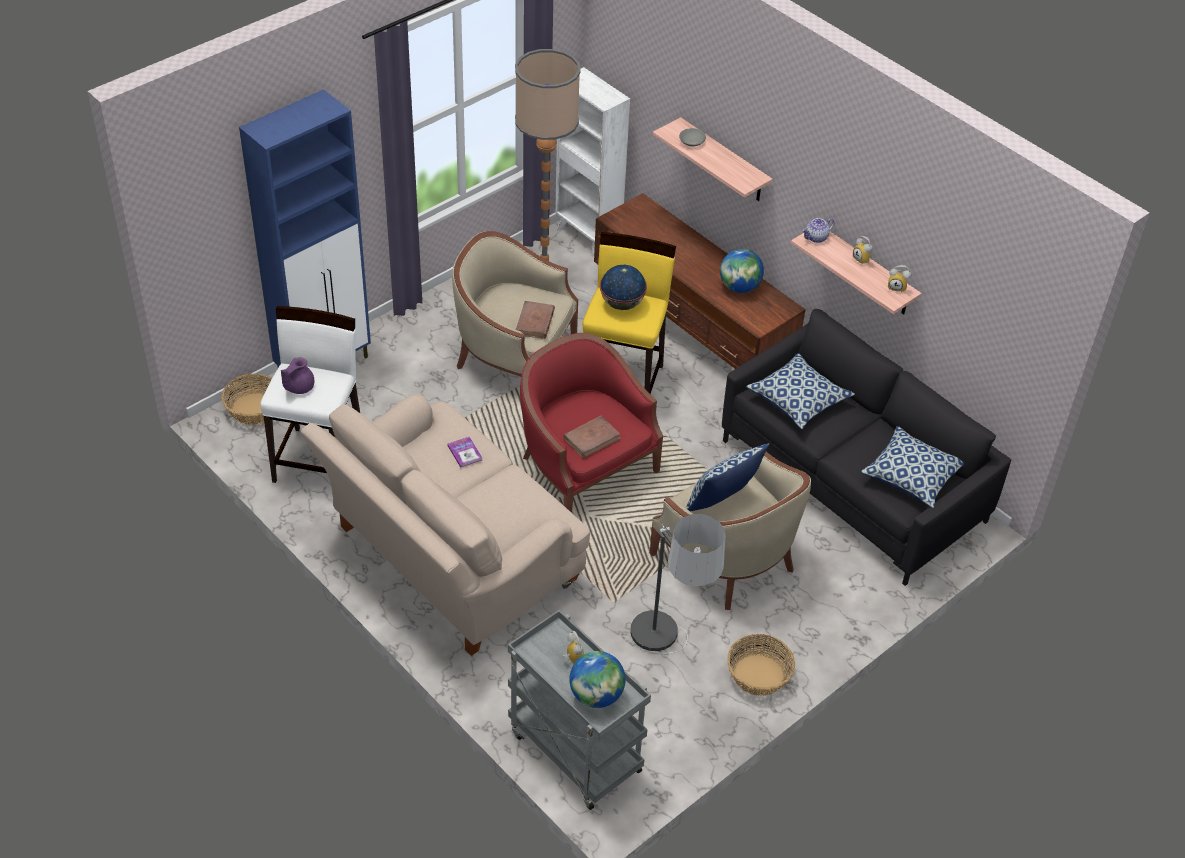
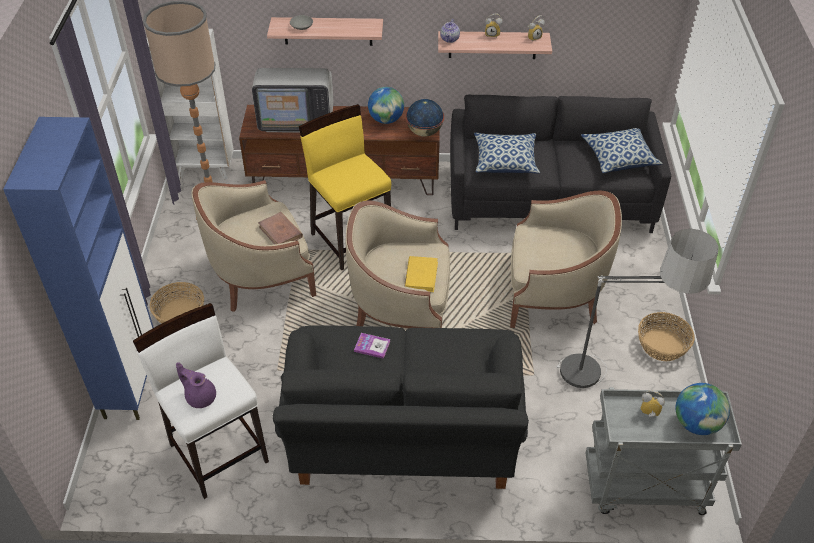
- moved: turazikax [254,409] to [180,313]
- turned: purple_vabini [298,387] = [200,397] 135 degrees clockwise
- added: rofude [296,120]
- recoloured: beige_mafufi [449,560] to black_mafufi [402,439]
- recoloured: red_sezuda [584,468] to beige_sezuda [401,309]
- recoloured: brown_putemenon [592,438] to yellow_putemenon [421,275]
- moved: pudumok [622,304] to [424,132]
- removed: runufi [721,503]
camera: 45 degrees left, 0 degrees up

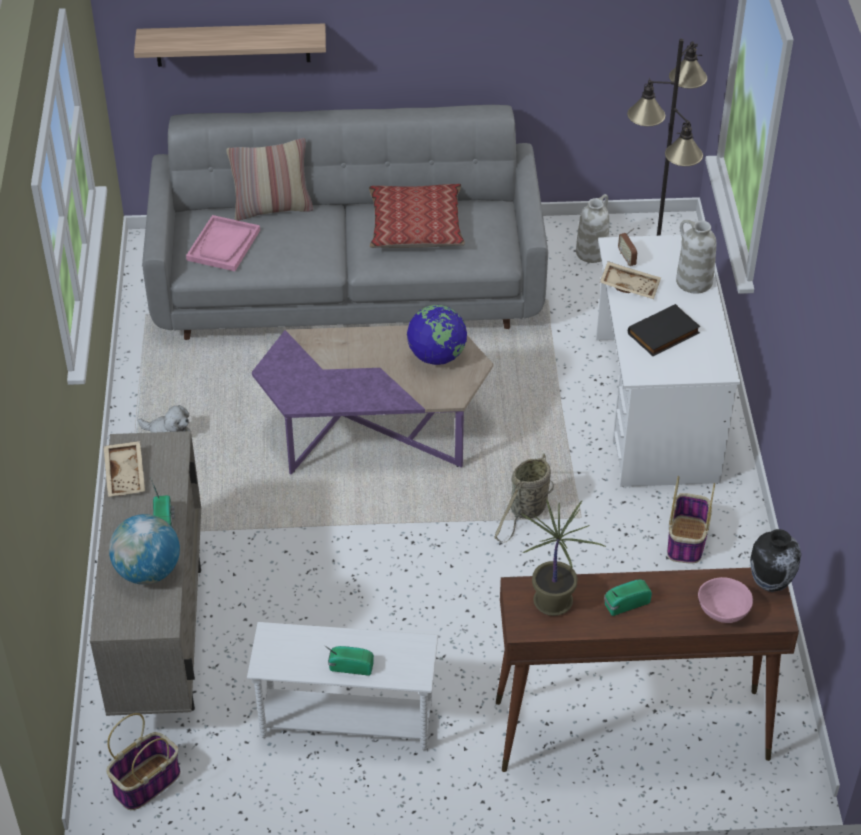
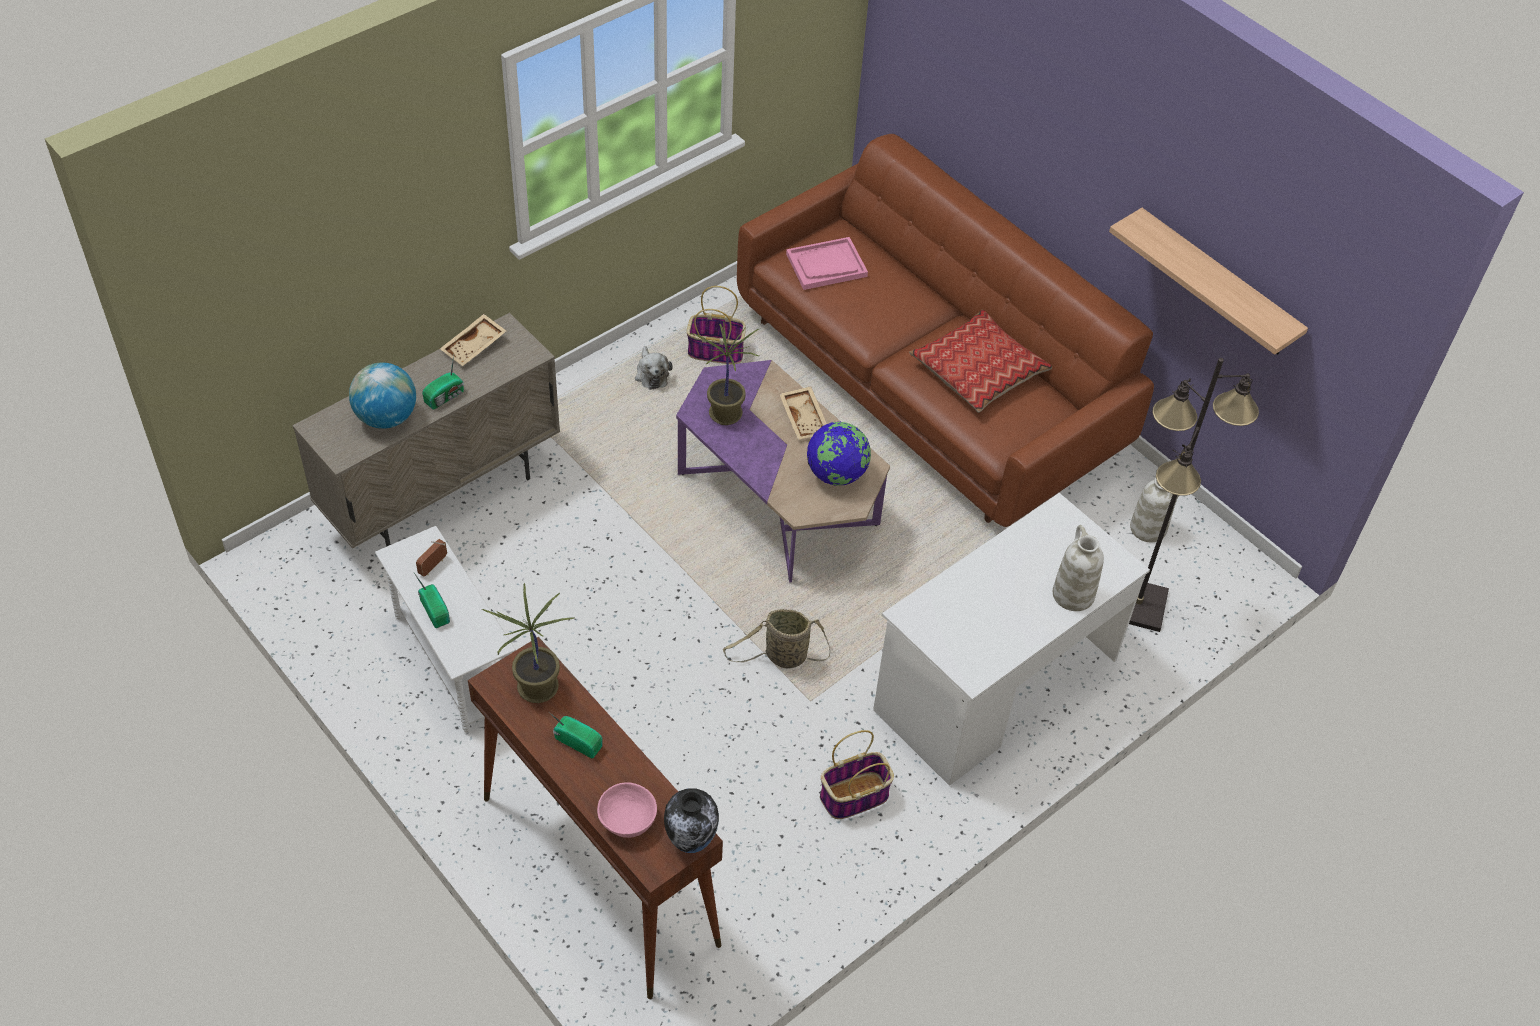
- moved: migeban [627,258] to [433,566]
- moved: turazikax [147,782] to [716,351]
- added: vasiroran [724,413]
- recoloured: grey_mafufi [348,283] to brown_mafufi [929,383]
- moved: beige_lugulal [630,285] to [805,418]
- moved: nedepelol [232,44] to [1216,284]
- removed: runufi [272,208]
- removed: black_putemenon [664,334]
camera: 50 degrees right, 5 degrees up

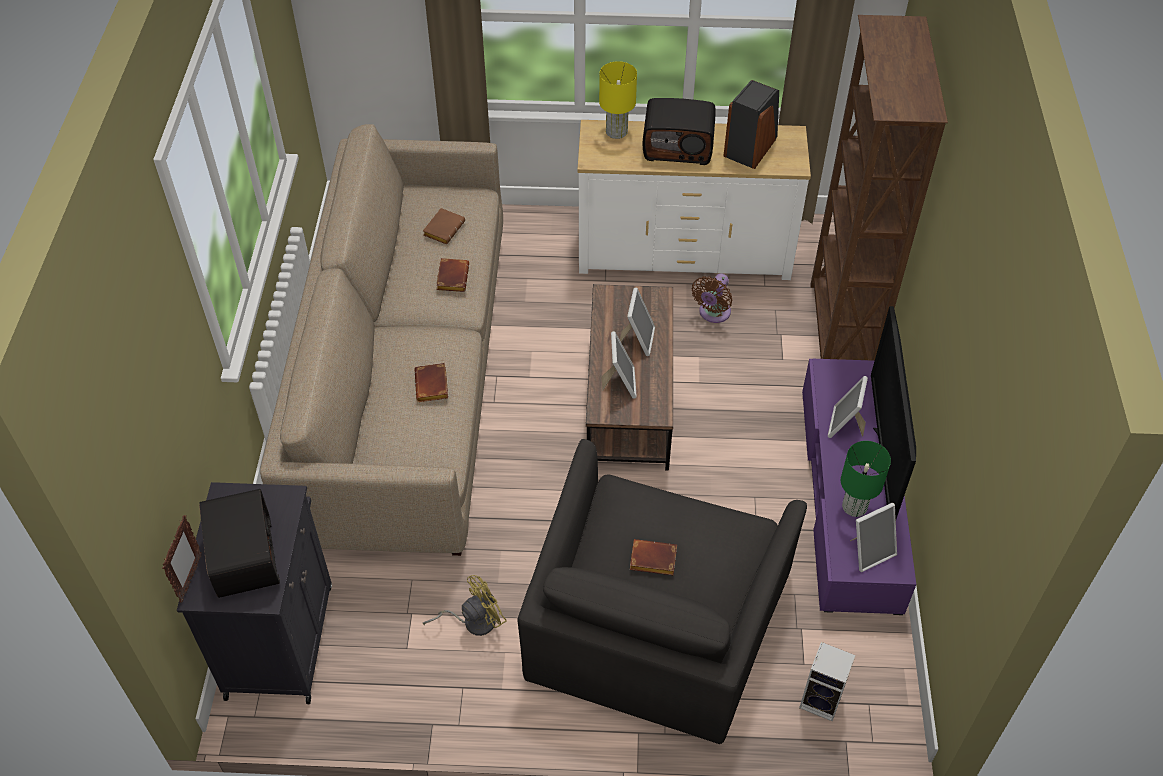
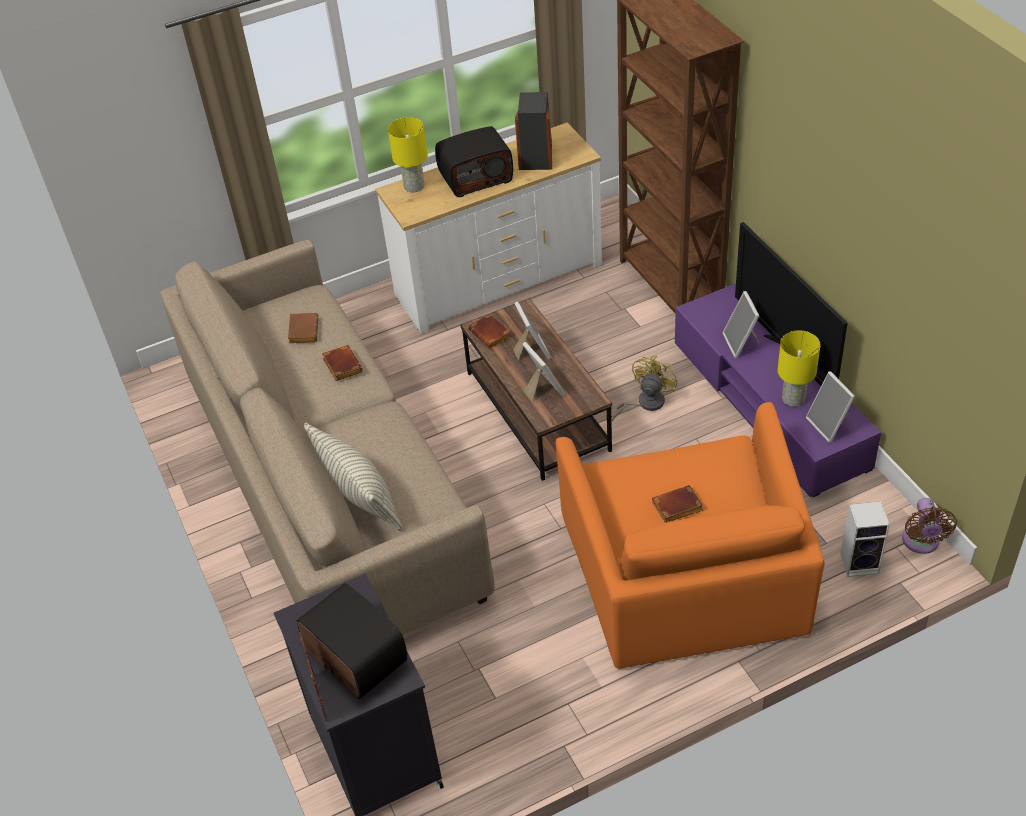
- added: runufi [359,497]
- moved: brown_putemenon [433,386] to [491,334]
- recoloured: black_sezuda [654,619] to orange_sezuda [686,569]
- moved: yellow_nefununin [473,621] to [645,403]
- recoloured: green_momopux [855,506] to yellow_momopux [794,398]
- turned: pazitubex [869,551] = [829,425] 120 degrees clockwise
- moved: brown_nefununin [713,313] to [921,543]
camera: 25 degrees left, 5 degrees down

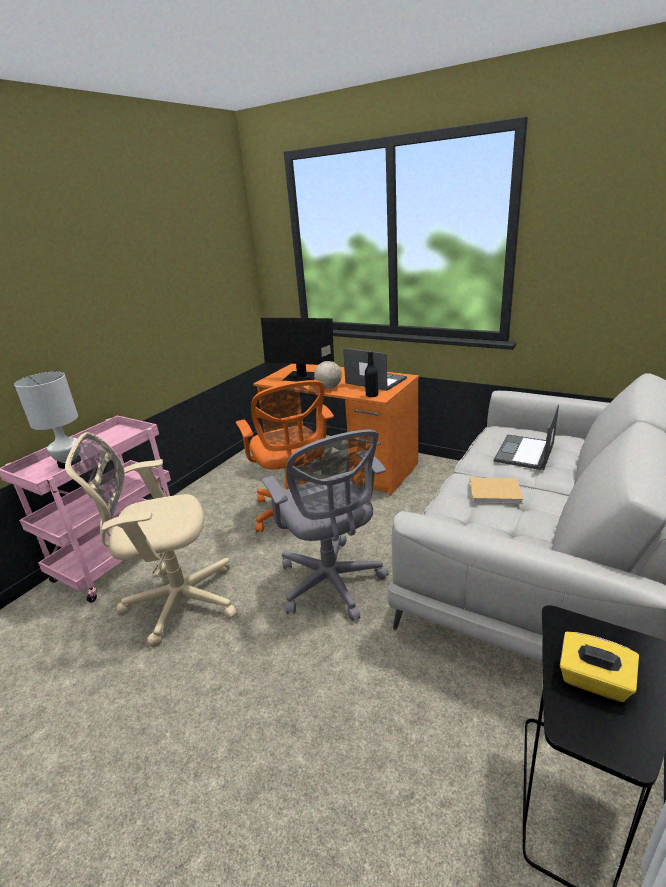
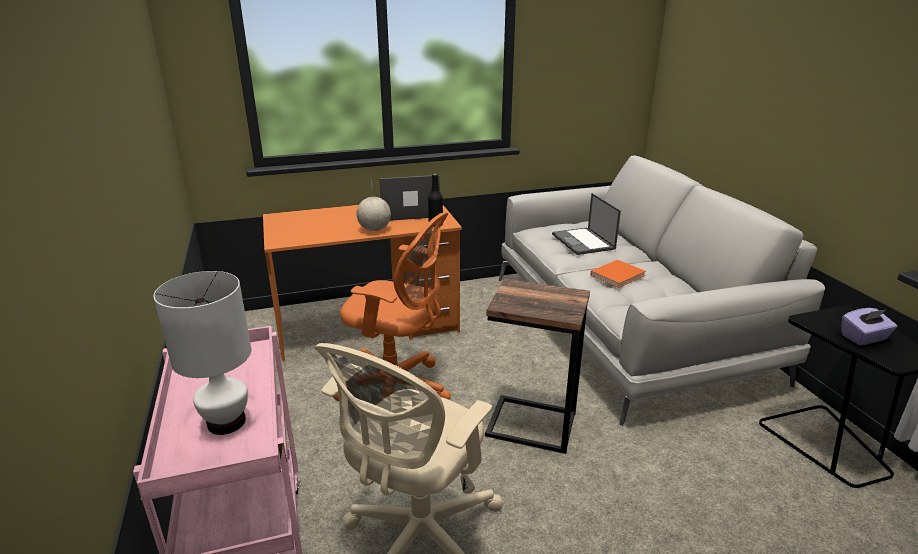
- replaced: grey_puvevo [332,584] to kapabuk [531,425]
- recoloured: beige_putemenon [497,492] to orange_putemenon [618,275]
- recoloured: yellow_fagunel [593,681] to purple_fagunel [864,338]
- removed: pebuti [302,377]
camera: 50 degrees left, 0 degrees up

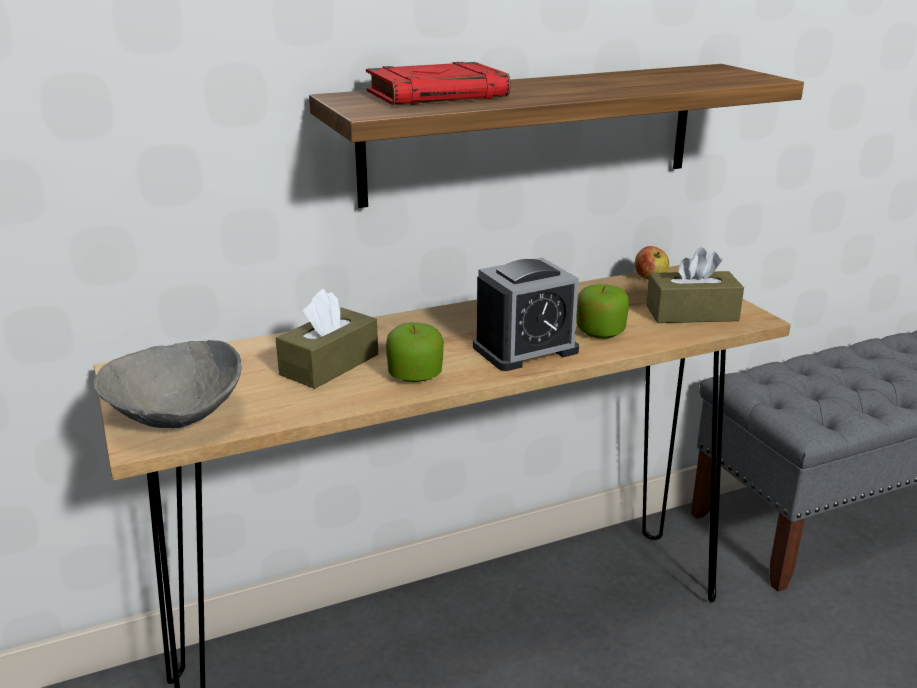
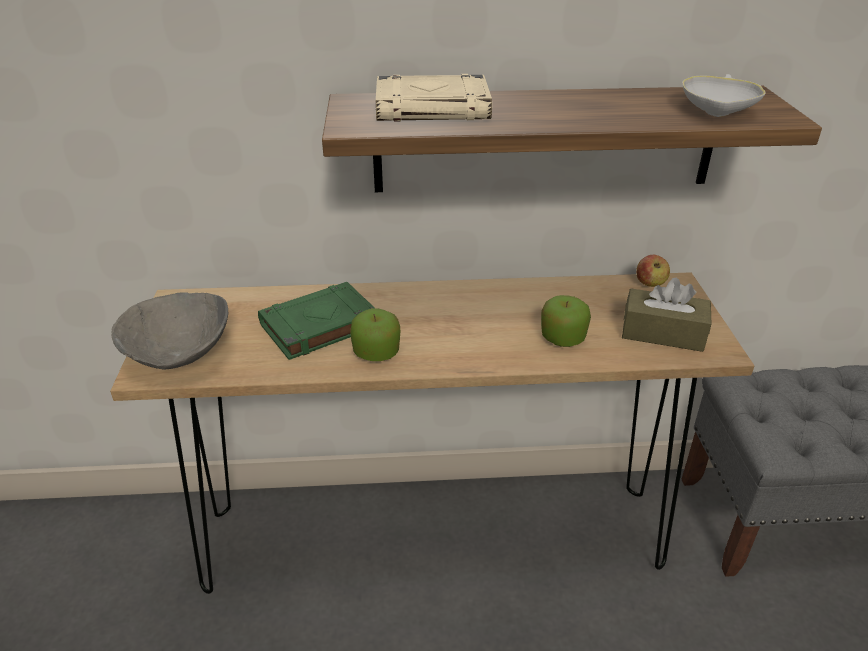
- replaced: brown_fagunel [329,364] to green_putemenon [318,326]
- recoloured: red_putemenon [438,94] to beige_putemenon [433,108]
- added: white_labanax [717,111]
- removed: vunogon [525,349]
camera: 20 degrees right, 10 degrees up

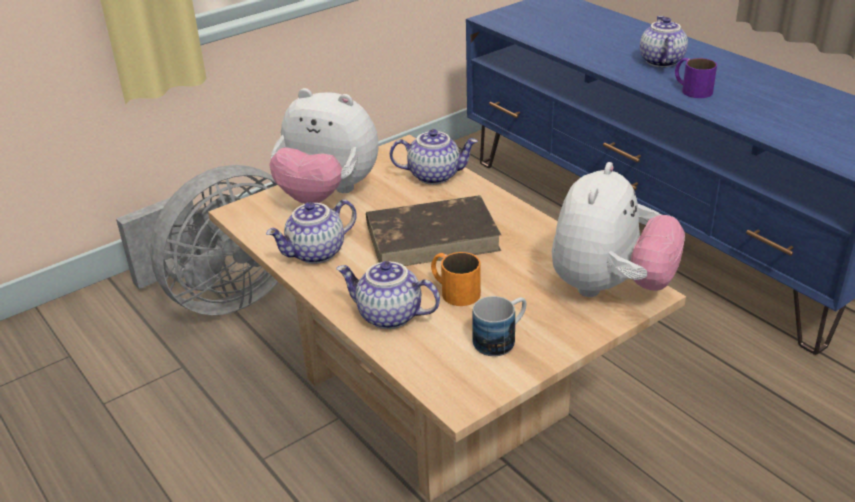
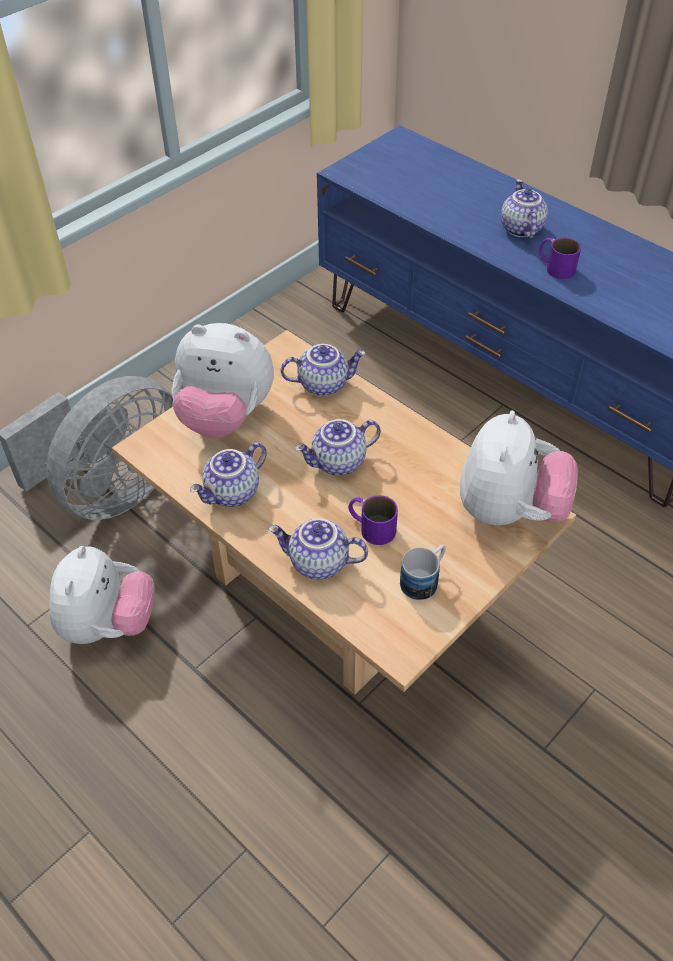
- added: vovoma [108,624]
- replaced: brown_putemenon [433,237] to vabini [338,463]
- recoloured: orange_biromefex [453,290] to purple_biromefex [370,526]
camera: 10 degrees left, 15 degrees up

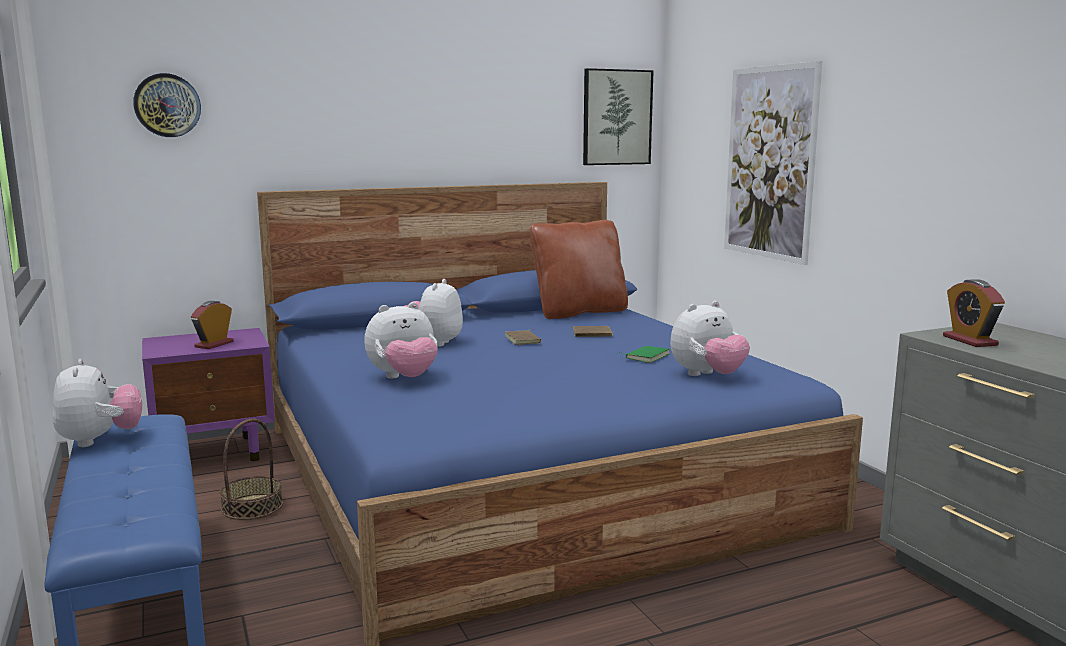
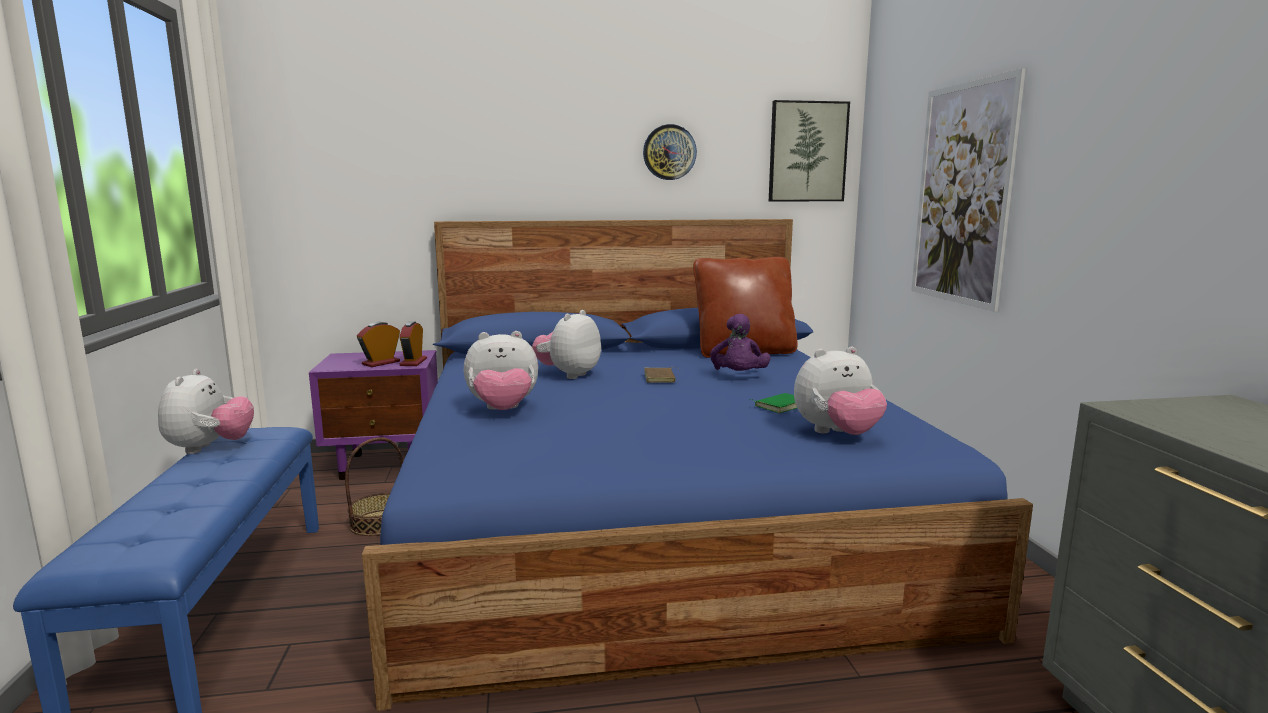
- moved: vunogon [969,340] to [413,362]
- moved: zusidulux [167,105] to [669,152]
- replaced: brown_putemenon [592,334] to purple_vovoma [738,376]
camera: 15 degrees right, 0 degrees up

